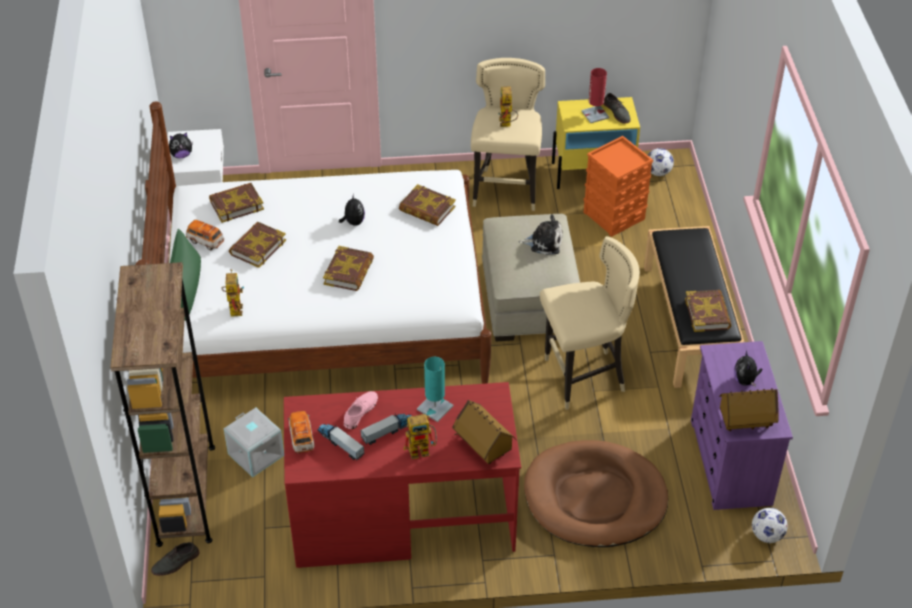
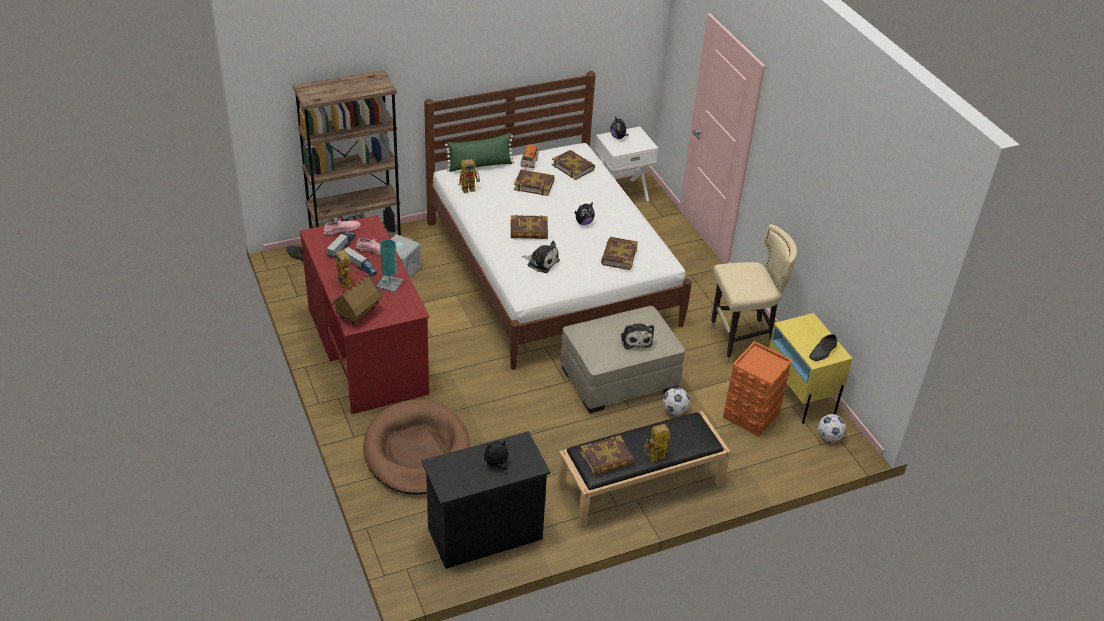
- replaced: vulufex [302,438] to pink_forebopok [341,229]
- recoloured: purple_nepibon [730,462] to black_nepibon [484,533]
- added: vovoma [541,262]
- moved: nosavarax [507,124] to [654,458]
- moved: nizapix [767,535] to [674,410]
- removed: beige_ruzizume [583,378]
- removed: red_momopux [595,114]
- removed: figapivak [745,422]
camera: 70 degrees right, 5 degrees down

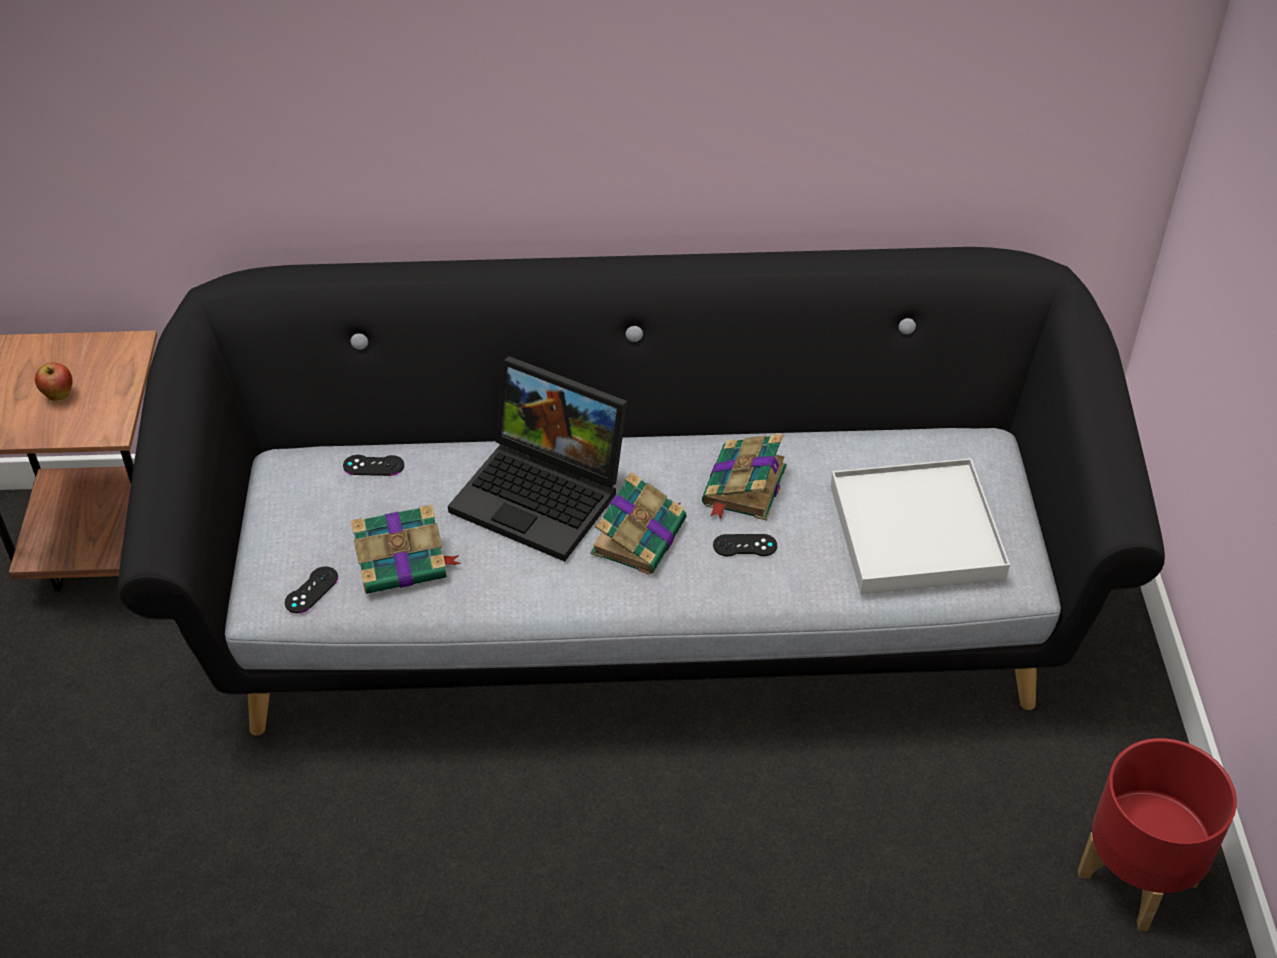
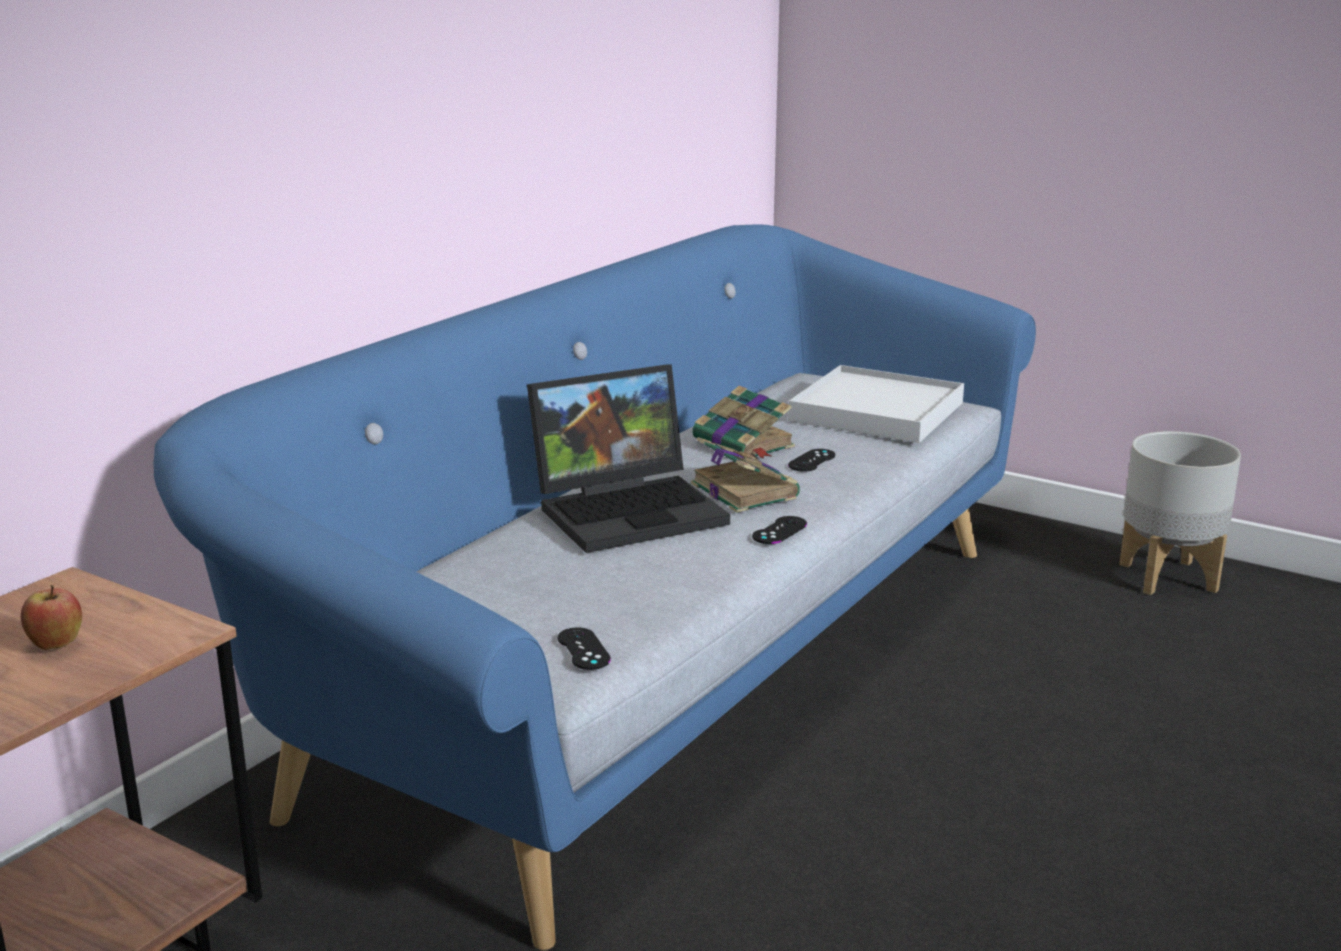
- recoloured: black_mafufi [639,603] to blue_mafufi [670,661]
- moved: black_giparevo [373,465] to [779,531]
- recoloured: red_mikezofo [1138,879] to grey_mikezofo [1169,577]
- removed: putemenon [403,562]
camera: 55 degrees left, 25 degrees down

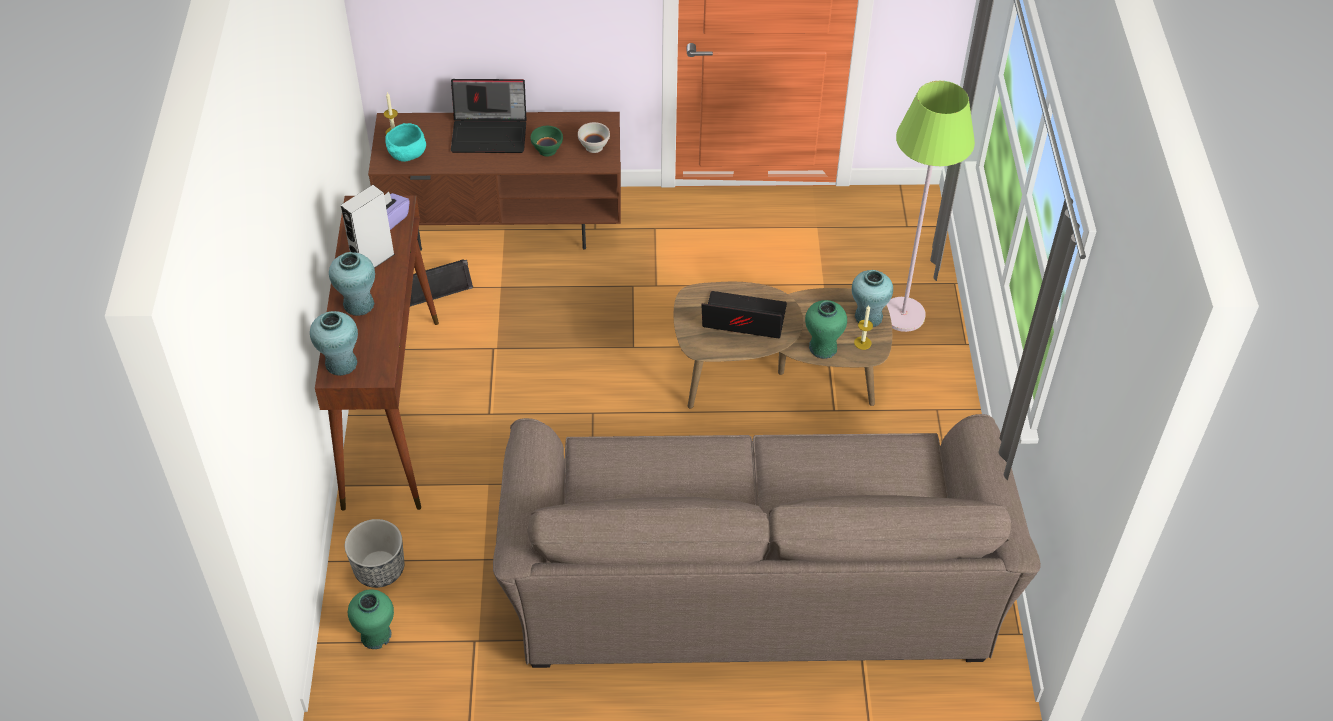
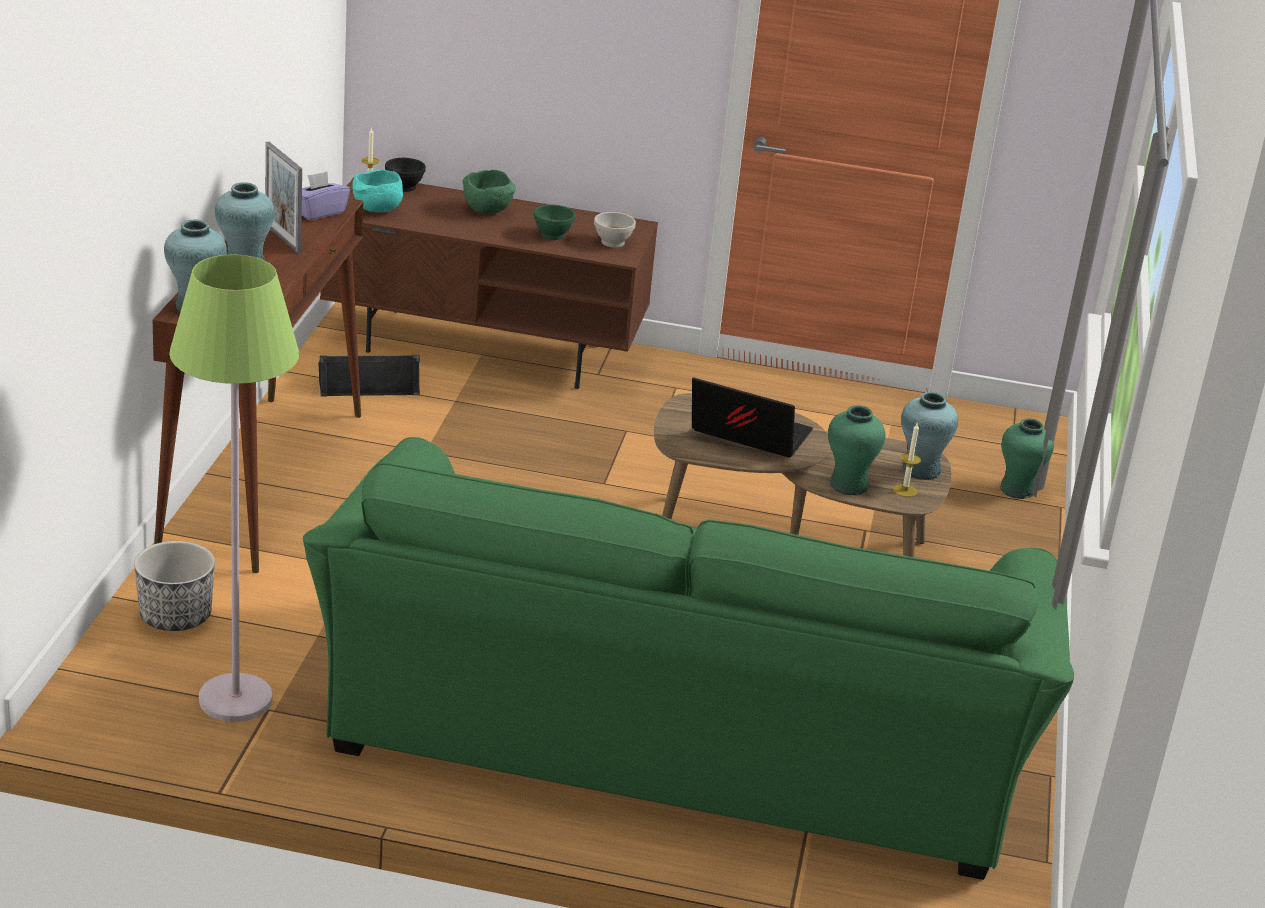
- moved: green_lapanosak [903,315] to [235,699]
- replaced: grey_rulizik [373,261] to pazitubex [282,238]
- recoloured: brown_mafufi [752,577] to green_mafufi [678,726]
- added: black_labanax [404,187]
- replaced: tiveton [490,133] to green_labanax [488,211]
- moved: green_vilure [376,635] to [1017,489]
camera: 10 degrees right, 20 degrees down

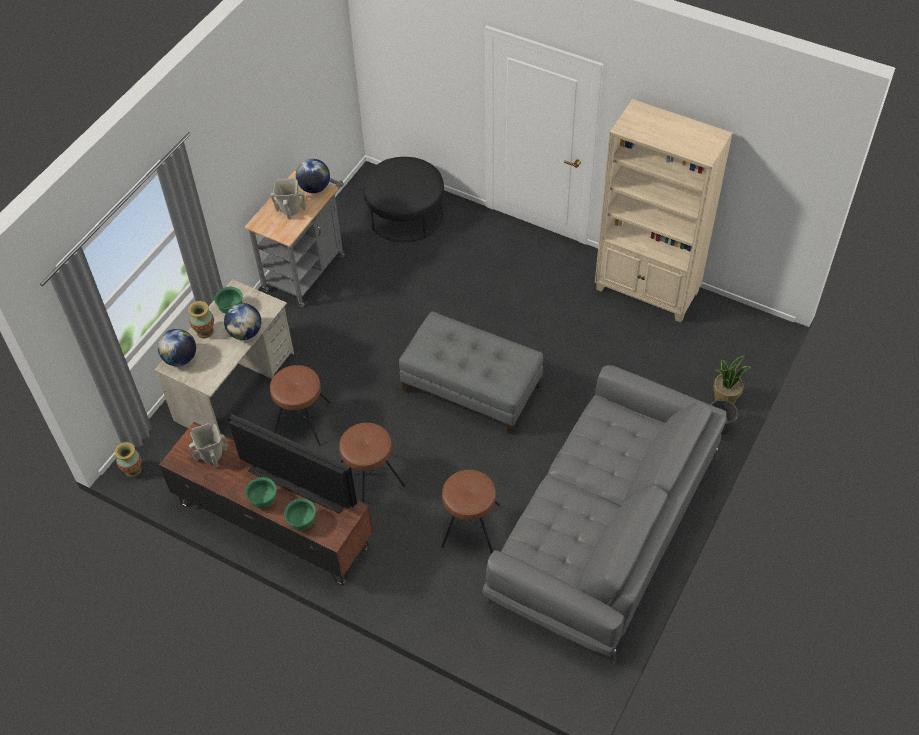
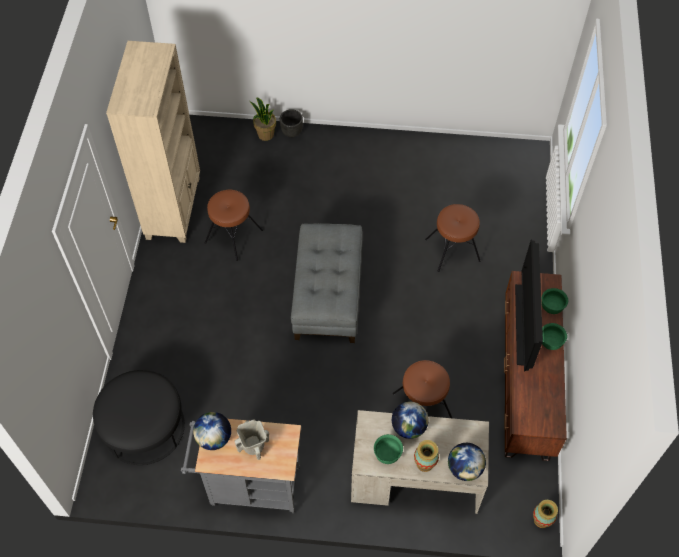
- moved: brown_ruzizume [370,479] to [233,236]
- removed: beige_vilure [211,456]
- removed: grey_mafufi [604,529]
camera: 115 degrees left, 5 degrees up

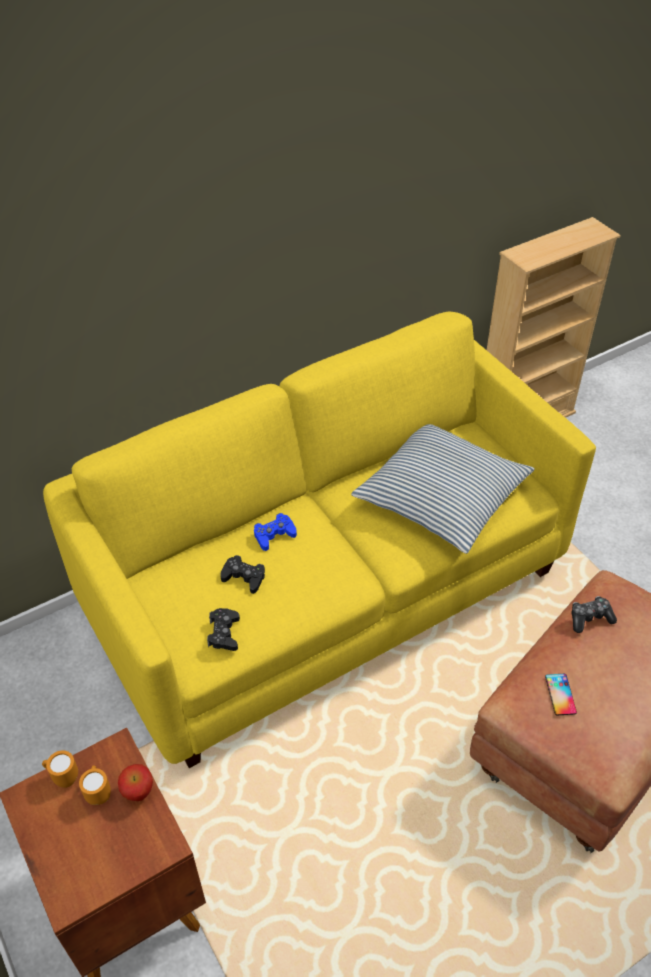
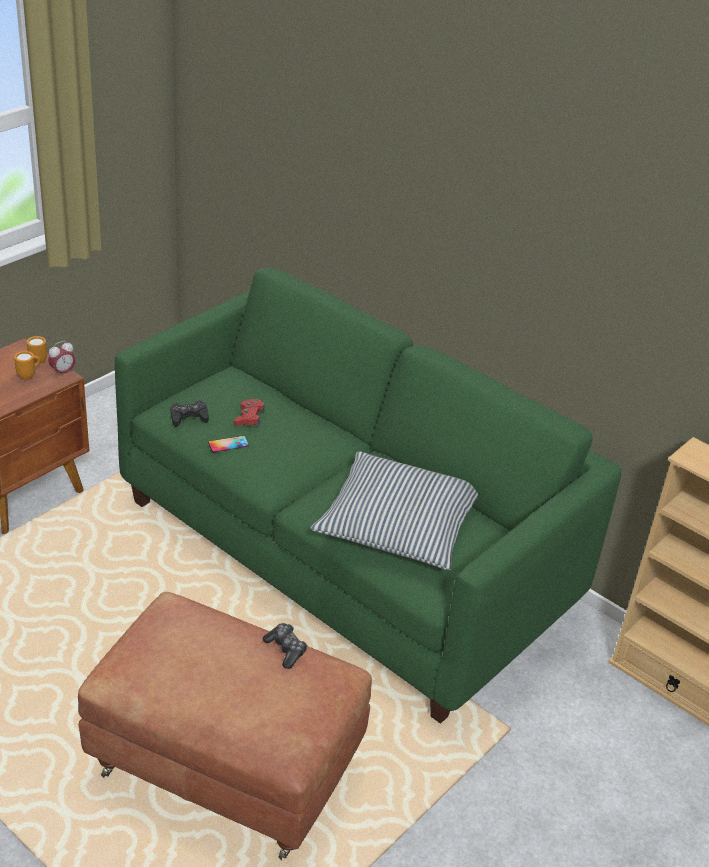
- added: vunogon [63,372]
- recoloured: yellow_mafufi [327,590] to green_mafufi [345,554]
- moved: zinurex [560,694] to [228,444]
- recoloured: black_giparevo [244,577] to red_giparevo [249,417]
- removed: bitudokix [139,793]
- removed: blue_giparevo [274,535]
camera: 70 degrees right, 10 degrees down

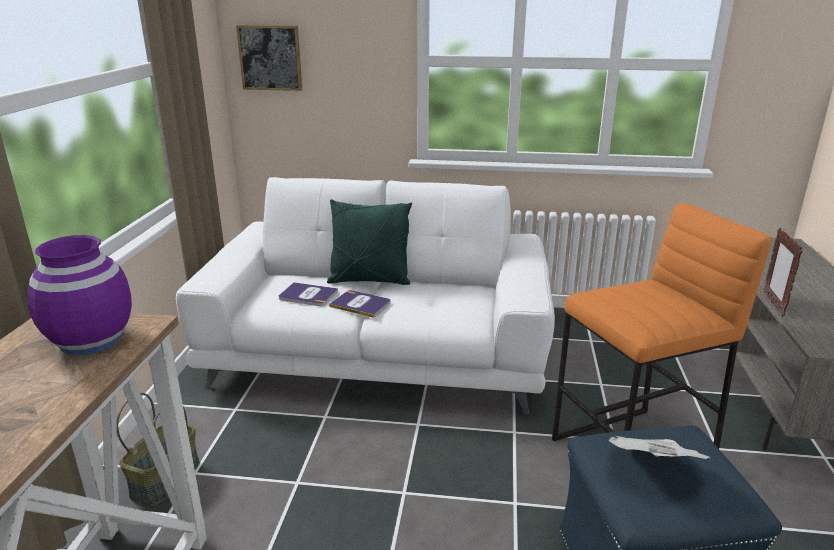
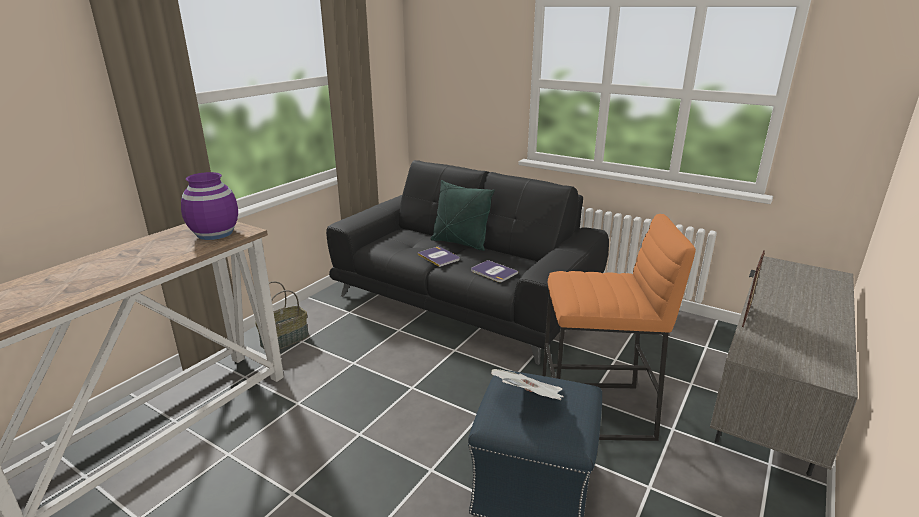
- recoloured: white_mafufi [379,353] to black_mafufi [465,299]
- moved: putemenon [308,295] to [493,272]
- removed: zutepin [270,58]
camera: 25 degrees right, 0 degrees up

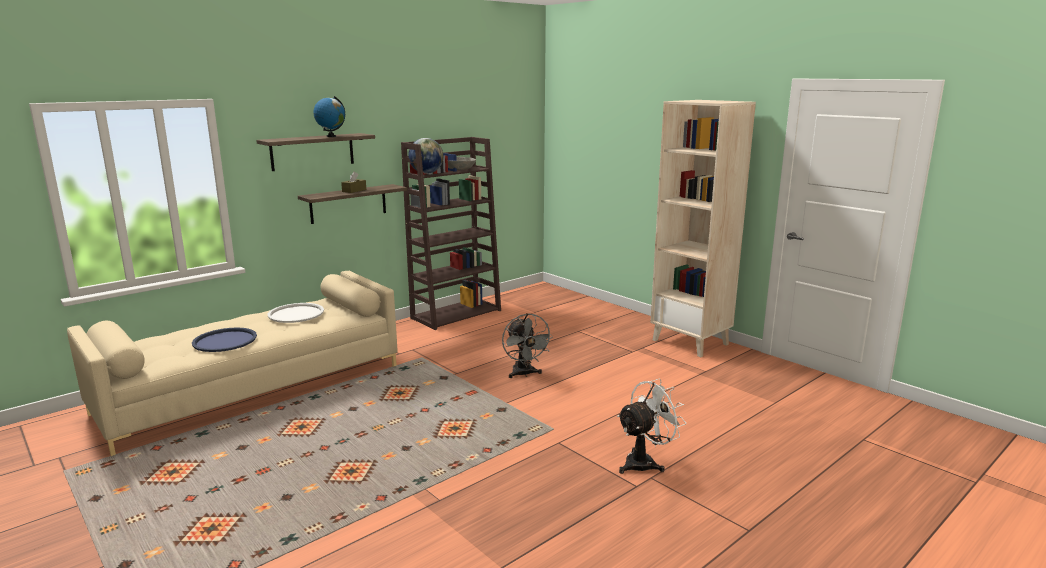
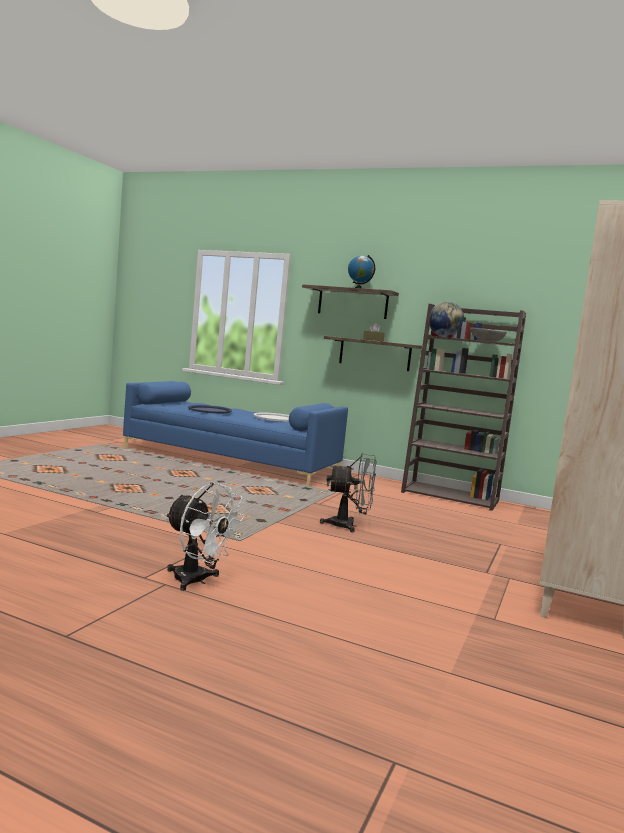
- recoloured: beige_mafufi [254,388] to blue_mafufi [231,460]
- turned: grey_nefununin [524,374] = [348,526] 135 degrees counterclockwise
camera: 65 degrees right, 10 degrees down

